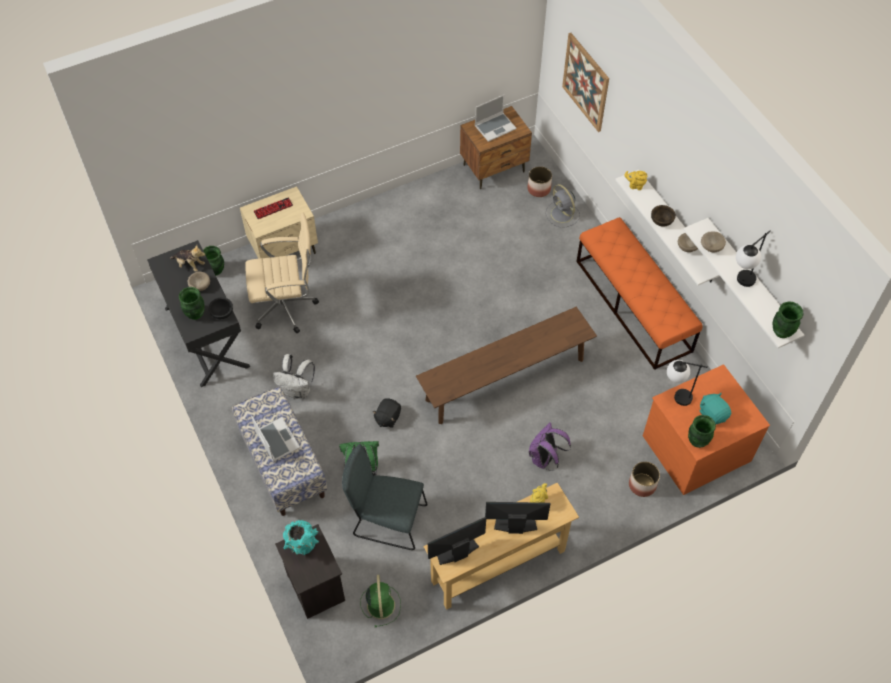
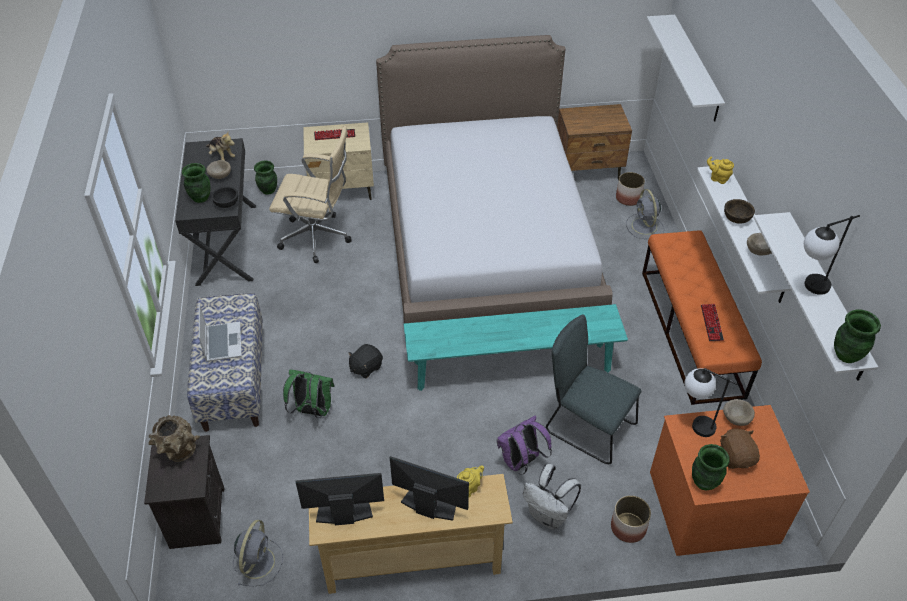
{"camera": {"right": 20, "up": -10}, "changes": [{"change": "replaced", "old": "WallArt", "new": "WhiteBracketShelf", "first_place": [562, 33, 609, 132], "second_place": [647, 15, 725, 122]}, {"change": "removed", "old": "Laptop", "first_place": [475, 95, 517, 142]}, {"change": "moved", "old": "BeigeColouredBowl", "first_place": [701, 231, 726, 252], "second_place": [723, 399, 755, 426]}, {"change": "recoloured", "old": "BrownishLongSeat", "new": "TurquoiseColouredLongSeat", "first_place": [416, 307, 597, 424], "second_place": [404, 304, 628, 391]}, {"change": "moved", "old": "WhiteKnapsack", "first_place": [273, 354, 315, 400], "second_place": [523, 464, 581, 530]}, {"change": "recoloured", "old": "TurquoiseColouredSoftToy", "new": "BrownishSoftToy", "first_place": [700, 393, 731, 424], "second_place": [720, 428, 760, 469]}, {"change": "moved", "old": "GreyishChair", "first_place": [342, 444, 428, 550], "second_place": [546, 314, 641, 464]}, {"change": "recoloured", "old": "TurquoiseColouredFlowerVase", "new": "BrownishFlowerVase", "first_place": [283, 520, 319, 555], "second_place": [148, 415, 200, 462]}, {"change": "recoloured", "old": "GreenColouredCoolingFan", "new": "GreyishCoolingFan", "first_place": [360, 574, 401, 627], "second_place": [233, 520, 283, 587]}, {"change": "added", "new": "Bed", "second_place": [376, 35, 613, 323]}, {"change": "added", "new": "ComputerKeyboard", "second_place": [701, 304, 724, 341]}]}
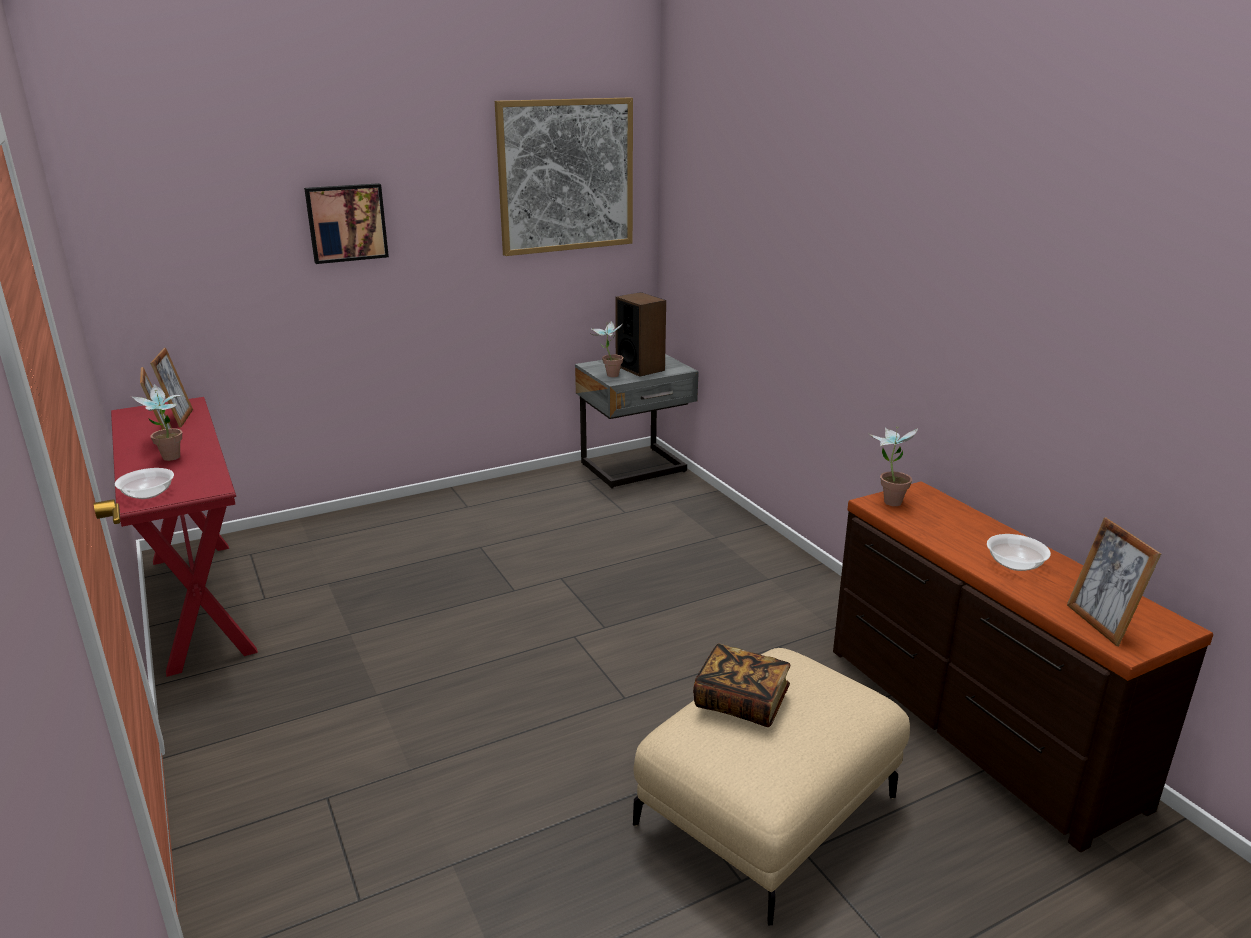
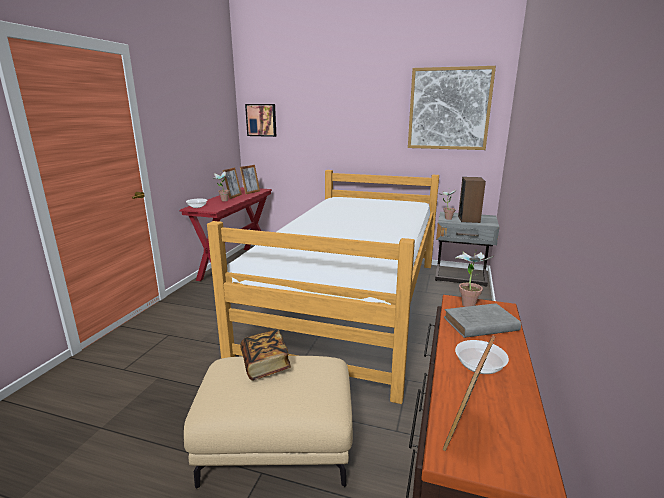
{"camera": {"right": 45, "up": -5}, "changes": [{"change": "moved", "old": "WallArt", "first_place": [304, 183, 389, 264], "second_place": [245, 104, 276, 137]}, {"change": "added", "new": "Bed", "second_place": [207, 170, 439, 404]}, {"change": "added", "new": "GreyishBoundBook", "second_place": [444, 303, 521, 338]}]}
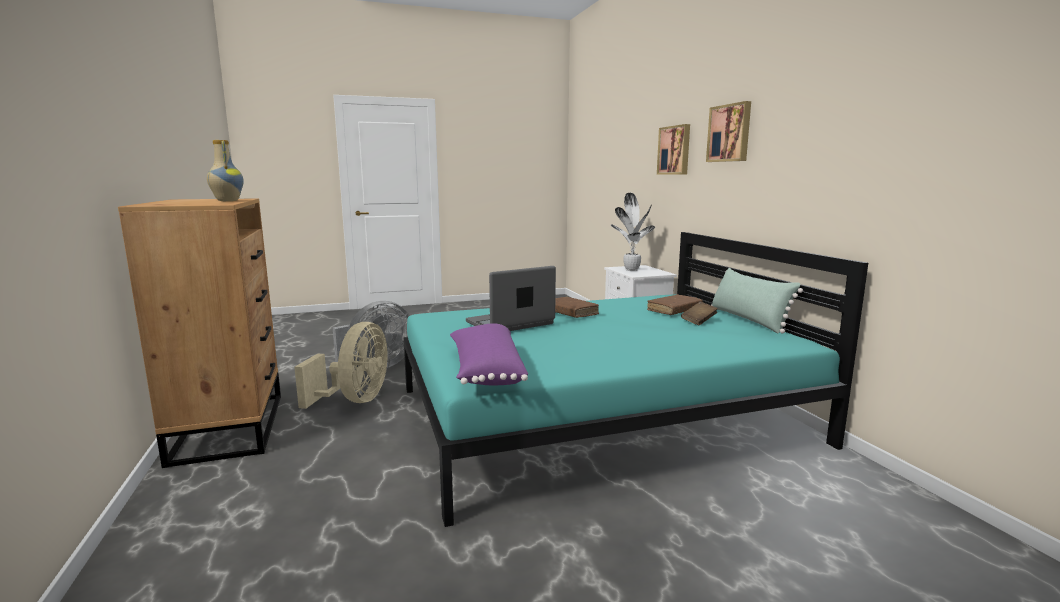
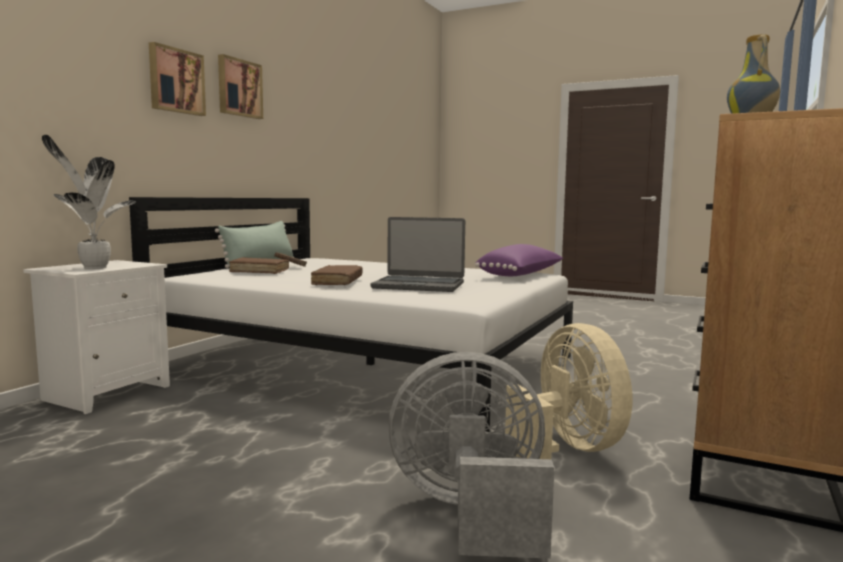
{"camera": {"right": -135, "up": -5}, "changes": [{"change": "moved", "old": "WallArt", "first_place": [657, 124, 690, 174], "second_place": [218, 54, 263, 119]}, {"change": "recoloured", "old": "TurquoiseColouredBed", "new": "WhiteBed", "first_place": [403, 232, 868, 527], "second_place": [129, 197, 573, 432]}, {"change": "turned", "old": "BeigeColouredCoolingFan", "first_place": [294, 322, 388, 409], "second_place": [505, 323, 632, 459], "degrees": 105}]}
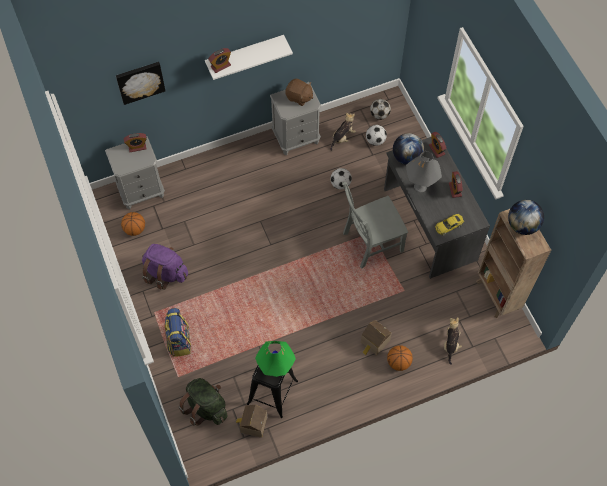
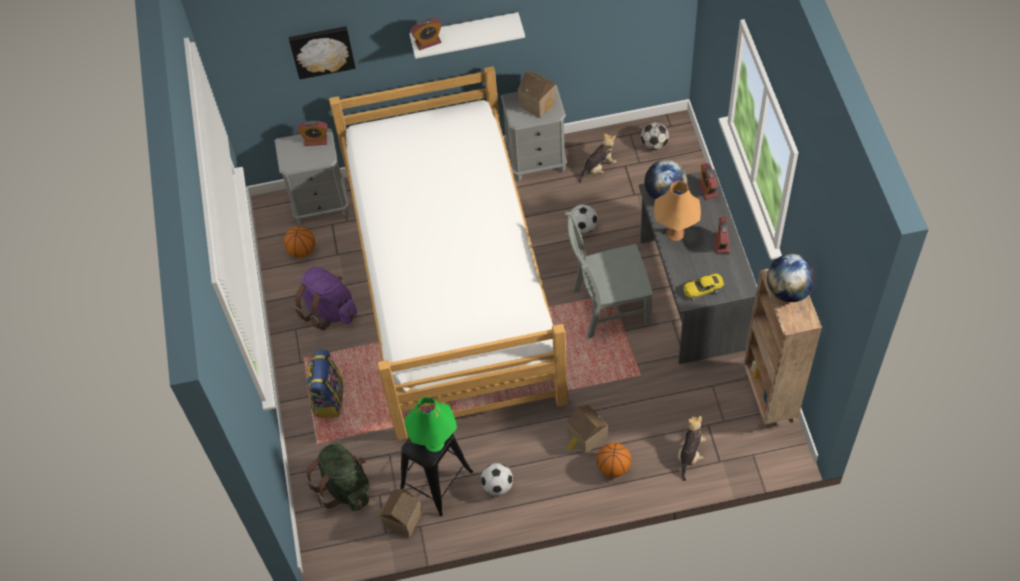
{"camera": {"right": 15, "up": -5}, "changes": [{"change": "replaced", "old": "BrownishSoftToy", "new": "ModelHouse", "first_place": [285, 78, 313, 106], "second_place": [518, 71, 556, 118]}, {"change": "moved", "old": "BallForFootball", "first_place": [366, 125, 387, 146], "second_place": [481, 463, 513, 496]}, {"change": "recoloured", "old": "GreyishTableLamp", "new": "OrangeColouredTableLamp", "first_place": [406, 151, 442, 192], "second_place": [654, 181, 701, 241]}, {"change": "added", "new": "Bed", "second_place": [329, 66, 568, 440]}]}
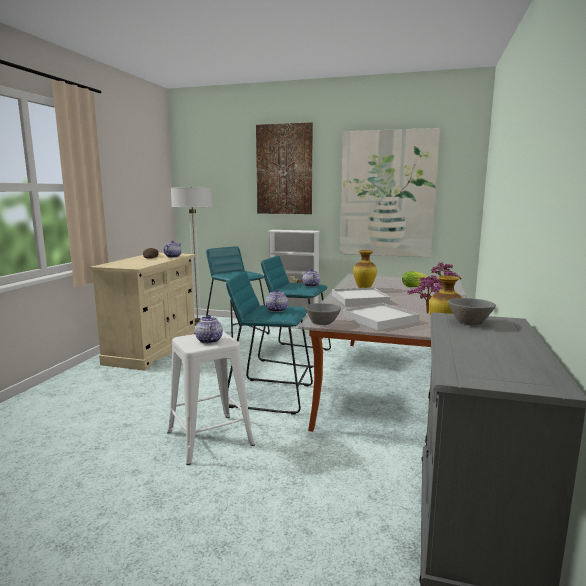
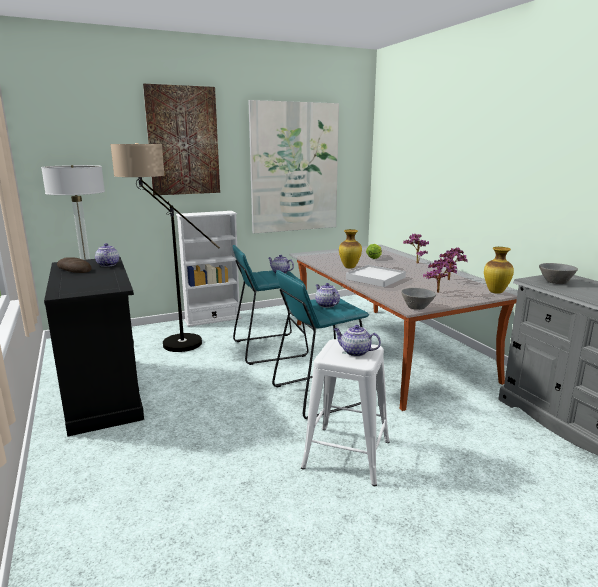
{"camera": {"right": -40, "up": 5}, "changes": [{"change": "replaced", "old": "TurquoiseColouredStoolSeat", "new": "FloorLamp", "first_place": [206, 246, 270, 338], "second_place": [111, 143, 220, 352]}, {"change": "recoloured", "old": "BeigeColouredCabinet", "new": "BlackCabinet", "first_place": [90, 253, 195, 370], "second_place": [44, 257, 144, 437]}, {"change": "replaced", "old": "WhiteTray", "new": "PlantInAPot", "first_place": [343, 303, 420, 330], "second_place": [423, 257, 457, 293]}]}
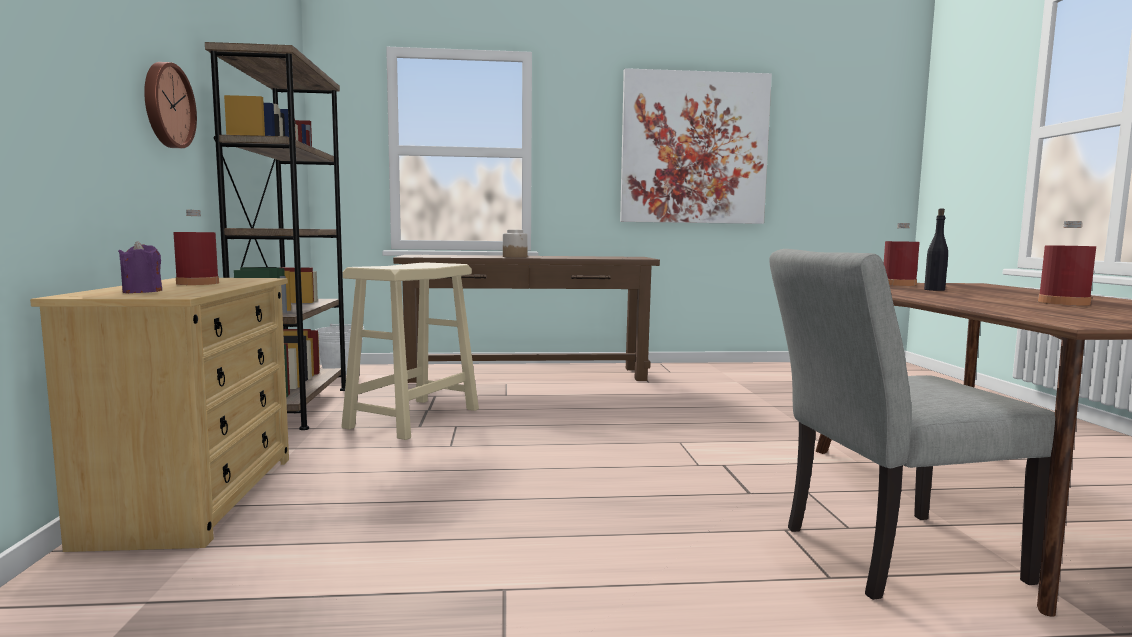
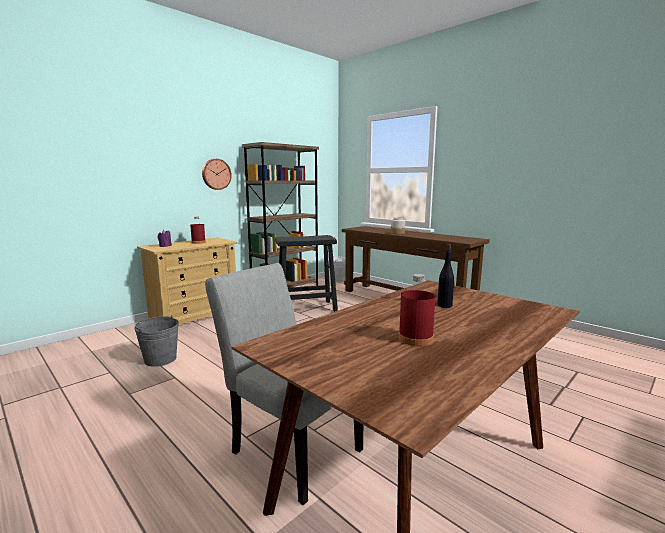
{"camera": {"right": 50, "up": 5}, "changes": [{"change": "removed", "old": "WallArt", "first_place": [620, 68, 772, 224]}, {"change": "removed", "old": "ReddishBeverageBottle", "first_place": [884, 223, 920, 286]}, {"change": "recoloured", "old": "BeigeColouredStoolSeat", "new": "BlackStoolSeat", "first_place": [341, 263, 479, 440], "second_place": [275, 235, 338, 312]}, {"change": "added", "new": "GreyishBucket", "second_place": [134, 316, 179, 367]}]}
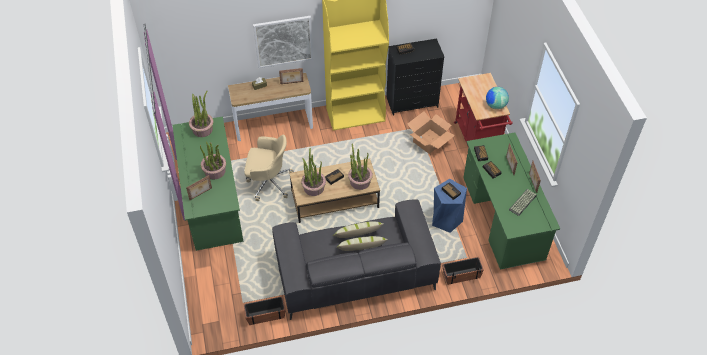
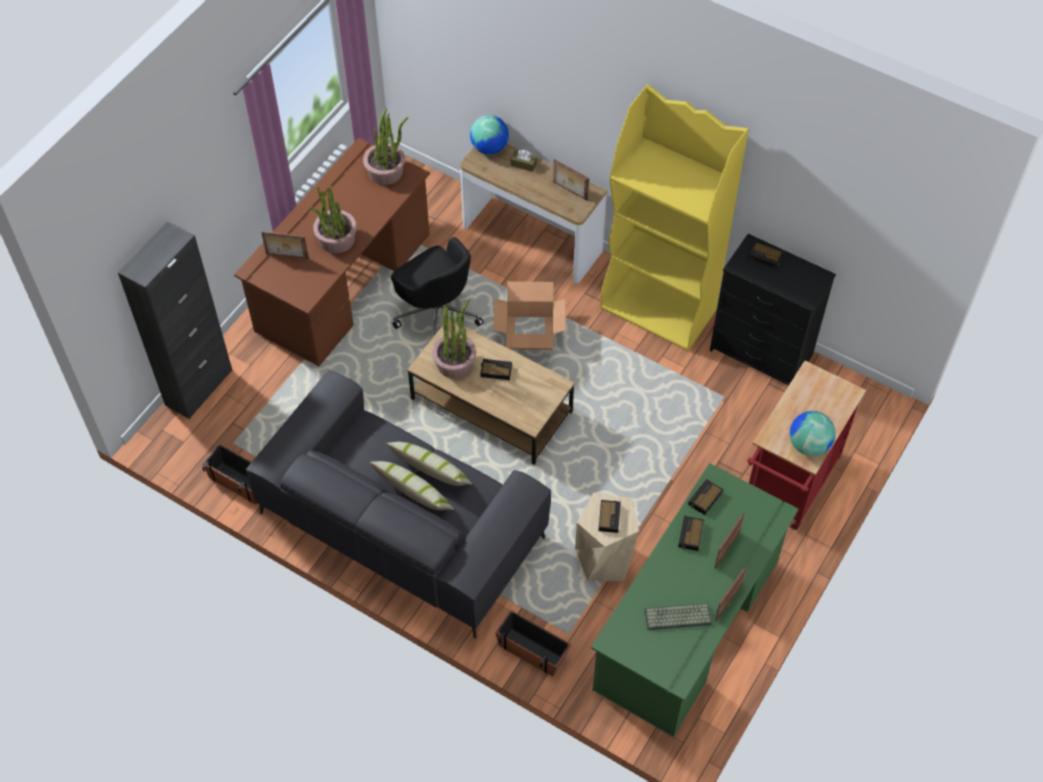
{"camera": {"right": 45, "up": 5}, "changes": [{"change": "removed", "old": "WallArt", "first_place": [253, 16, 313, 68]}, {"change": "moved", "old": "CardboardBox", "first_place": [407, 112, 455, 154], "second_place": [493, 281, 566, 350]}, {"change": "recoloured", "old": "GreenColouredDesk", "new": "BrownishDesk", "first_place": [173, 116, 244, 251], "second_place": [234, 138, 430, 366]}, {"change": "recoloured", "old": "BeigeColouredComputerChair", "new": "BlackComputerChair", "first_place": [244, 134, 294, 201], "second_place": [390, 237, 484, 338]}, {"change": "removed", "old": "PlantInAPot", "first_place": [348, 144, 373, 190]}, {"change": "recoloured", "old": "BluishStoolSeat", "new": "BeigeColouredStoolSeat", "first_place": [432, 179, 467, 233], "second_place": [575, 493, 639, 581]}, {"change": "added", "new": "WorldGlobe", "second_place": [470, 115, 509, 155]}, {"change": "added", "new": "BlackCabinet", "second_place": [118, 221, 232, 419]}]}
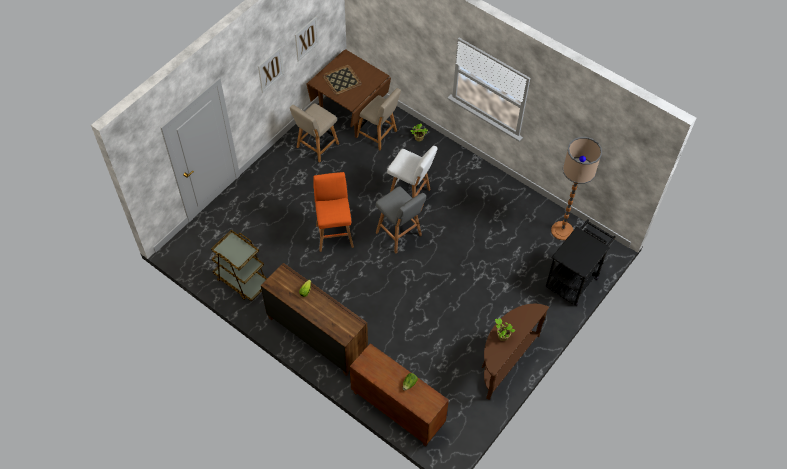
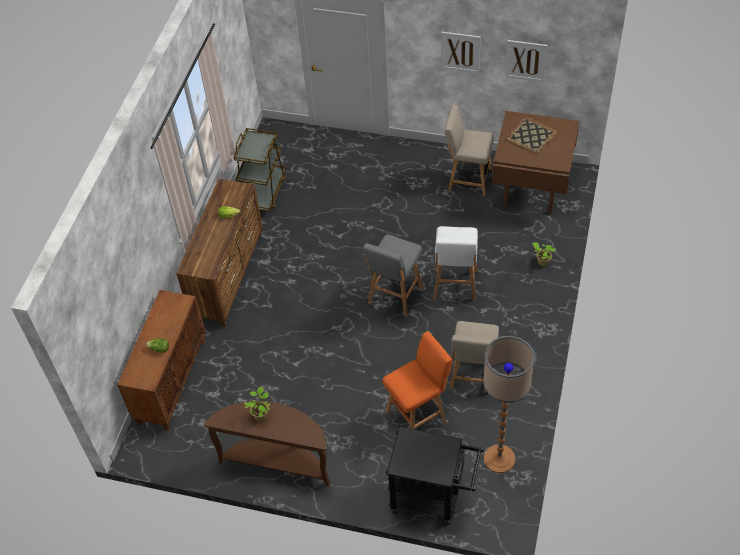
{"camera": {"right": 70, "up": -5}, "changes": [{"change": "moved", "old": "BeigeColouredChair", "first_place": [357, 88, 401, 150], "second_place": [450, 321, 499, 389]}, {"change": "moved", "old": "OrangeColouredStoolSeat", "first_place": [313, 172, 354, 252], "second_place": [382, 331, 453, 429]}]}
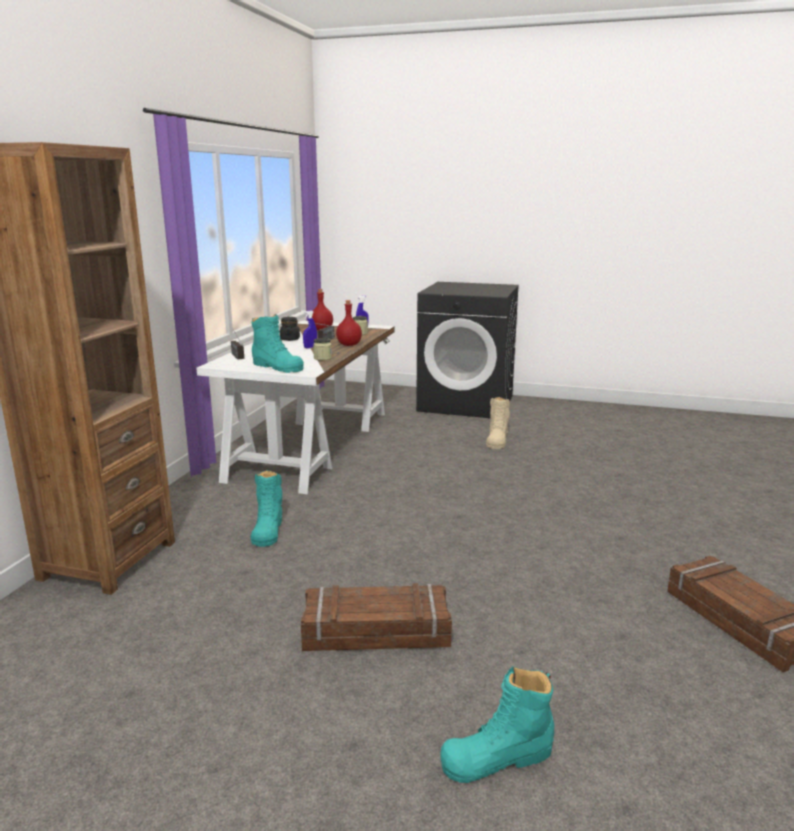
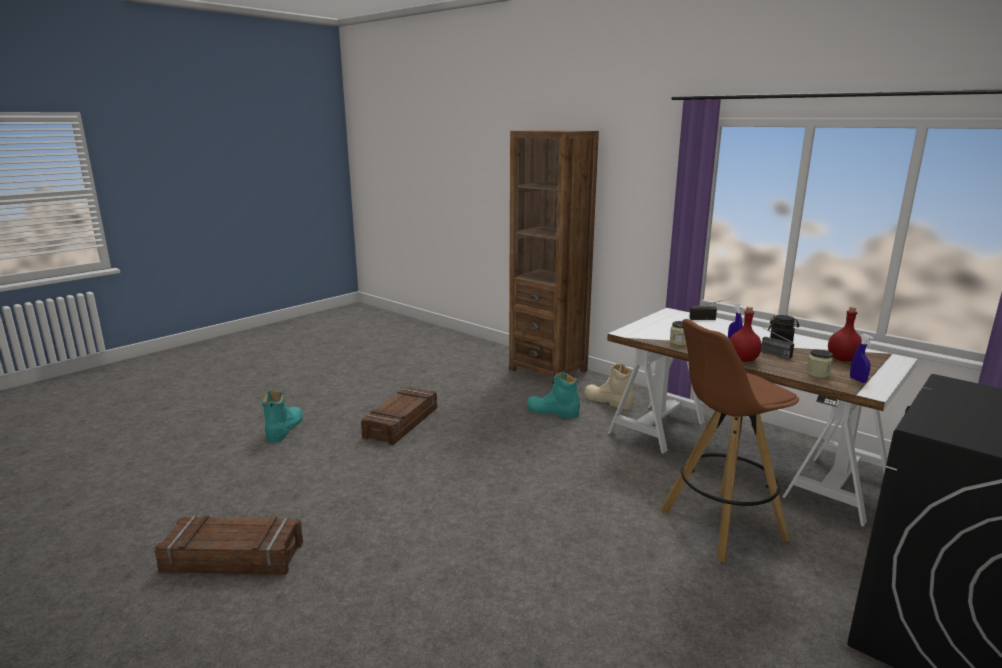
{"camera": {"right": 115, "up": 0}, "changes": [{"change": "removed", "old": "TurquoiseColouredHighTopBoot", "first_place": [251, 314, 304, 373]}, {"change": "moved", "old": "BeigeColouredHighTopBoot", "first_place": [486, 397, 510, 449], "second_place": [585, 364, 634, 409]}, {"change": "added", "new": "BrownishStoolSeat", "second_place": [661, 319, 799, 563]}]}
